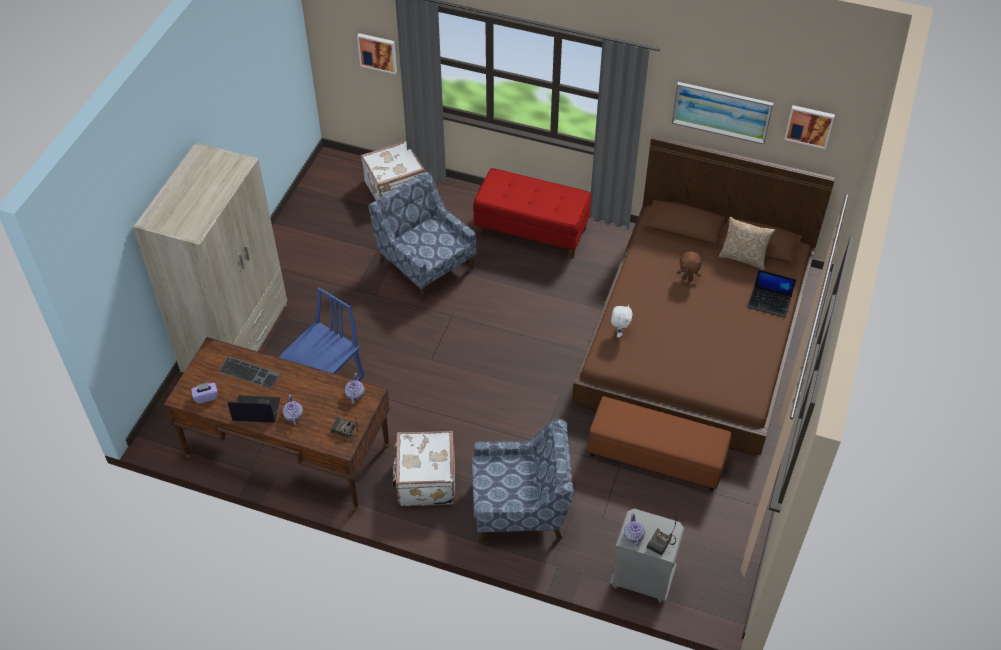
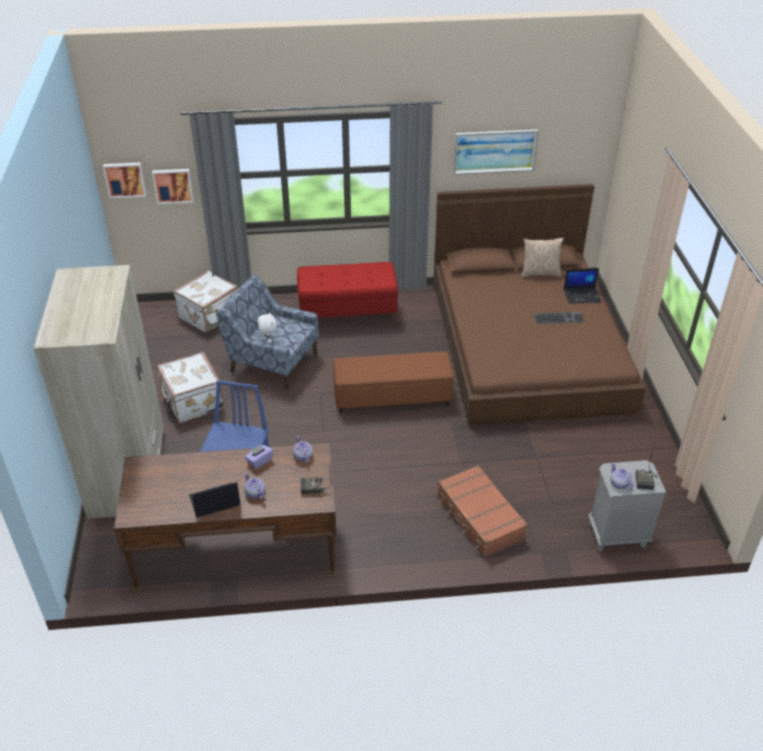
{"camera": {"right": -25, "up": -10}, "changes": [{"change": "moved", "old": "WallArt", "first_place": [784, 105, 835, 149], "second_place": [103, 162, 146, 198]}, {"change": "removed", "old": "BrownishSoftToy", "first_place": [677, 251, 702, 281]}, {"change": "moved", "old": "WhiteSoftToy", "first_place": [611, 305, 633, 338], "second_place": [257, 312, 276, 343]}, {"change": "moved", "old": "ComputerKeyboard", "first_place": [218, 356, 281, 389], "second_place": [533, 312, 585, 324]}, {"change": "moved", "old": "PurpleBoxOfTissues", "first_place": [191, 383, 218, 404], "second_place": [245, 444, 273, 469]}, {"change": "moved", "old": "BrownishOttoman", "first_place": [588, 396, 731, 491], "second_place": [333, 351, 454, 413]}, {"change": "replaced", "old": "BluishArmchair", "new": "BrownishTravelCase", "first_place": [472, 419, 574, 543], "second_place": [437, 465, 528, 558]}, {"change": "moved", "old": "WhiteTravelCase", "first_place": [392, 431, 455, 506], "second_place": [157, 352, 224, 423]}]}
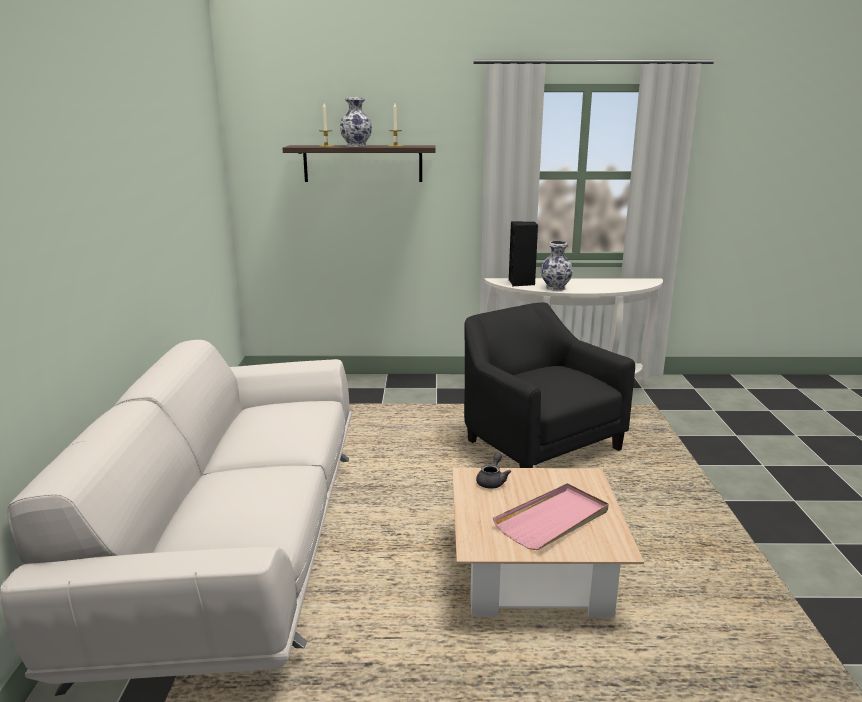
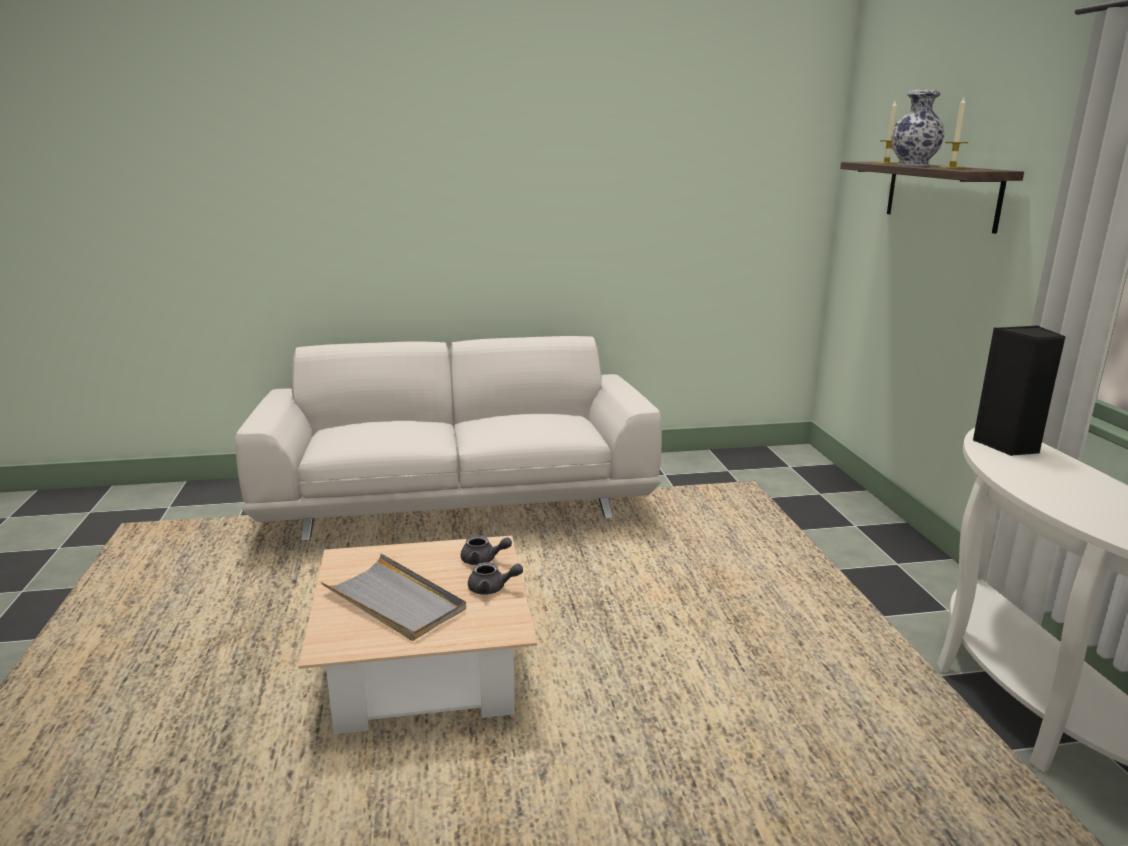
{"camera": {"right": 80, "up": 0}, "changes": [{"change": "removed", "old": "FlowerVase", "first_place": [540, 241, 573, 291]}, {"change": "removed", "old": "BlackArmchair", "first_place": [464, 302, 635, 468]}, {"change": "recoloured", "old": "PinkColouredTray", "new": "GreyishTray", "first_place": [493, 483, 609, 550], "second_place": [321, 553, 466, 641]}, {"change": "added", "new": "GreyishTeaPot", "second_place": [468, 562, 523, 595]}]}
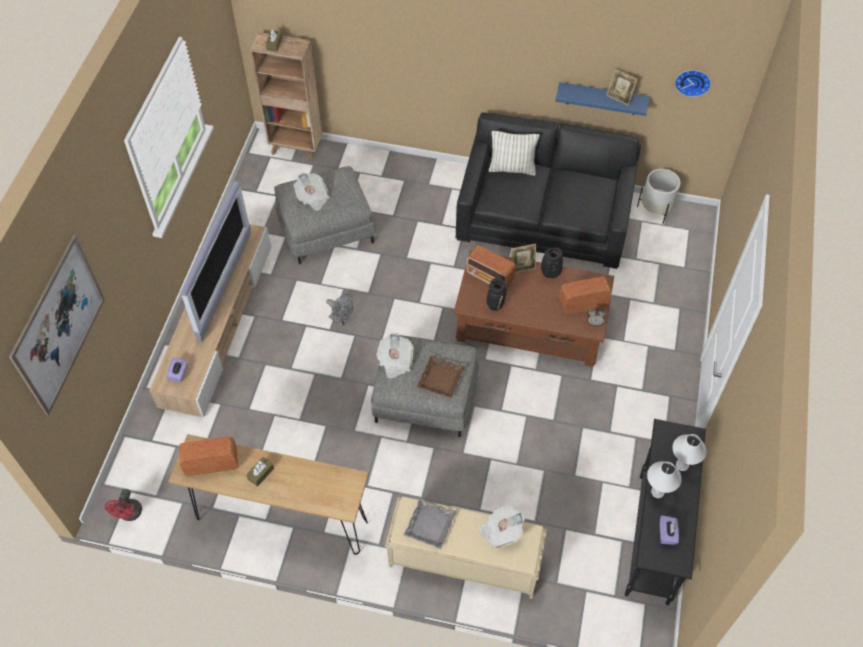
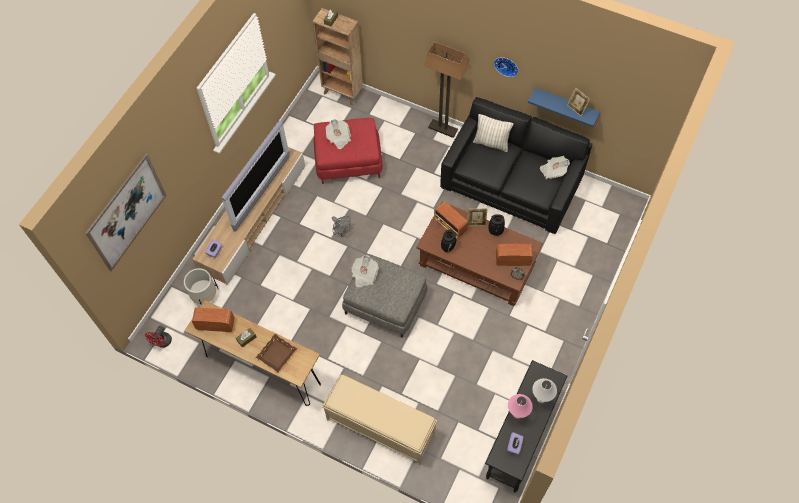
{"camera": {"right": 15, "up": 5}, "changes": [{"change": "moved", "old": "ClockOnTheWall", "first_place": [675, 70, 711, 97], "second_place": [494, 57, 518, 77]}, {"change": "recoloured", "old": "GreyishOttoman", "new": "ReddishOttoman", "first_place": [274, 166, 376, 264], "second_place": [313, 118, 383, 184]}, {"change": "moved", "old": "WhitePlanter", "first_place": [637, 169, 681, 224], "second_place": [184, 268, 218, 305]}, {"change": "moved", "old": "BrownishTray", "first_place": [417, 356, 465, 398], "second_place": [256, 334, 297, 372]}, {"change": "recoloured", "old": "WhiteTableLamp", "new": "PinkColouredTableLamp", "first_place": [647, 461, 682, 498], "second_place": [508, 394, 533, 419]}, {"change": "removed", "old": "GreyishTray", "first_place": [404, 498, 456, 549]}, {"change": "moved", "old": "Newspaper", "first_place": [478, 505, 525, 549], "second_place": [540, 156, 570, 179]}, {"change": "added", "new": "FloorLamp", "second_place": [424, 42, 469, 138]}]}
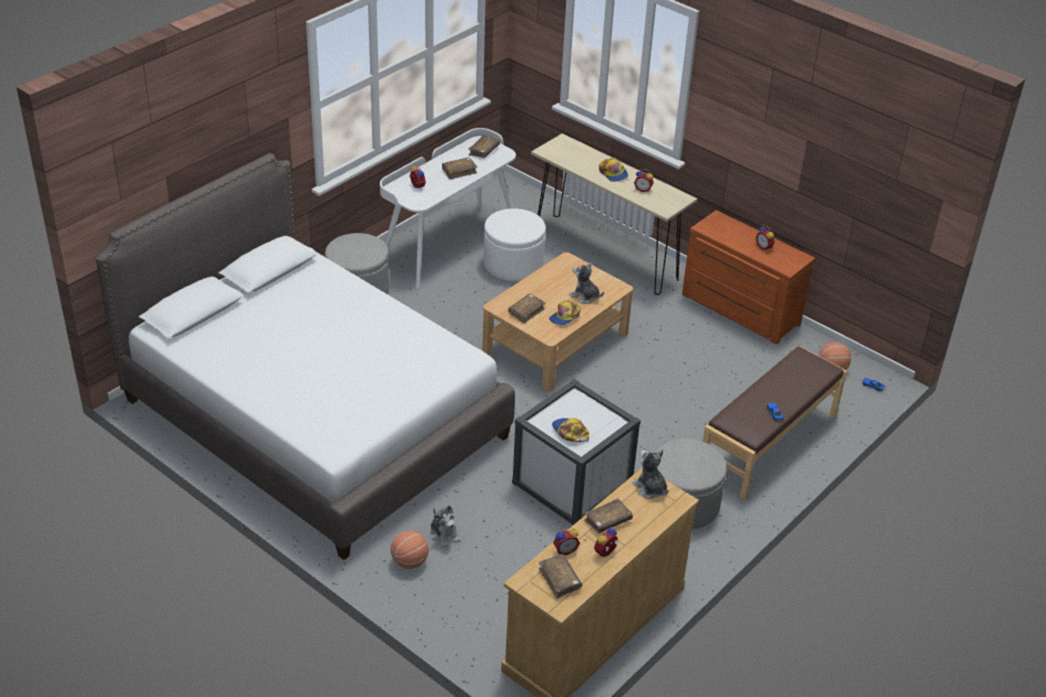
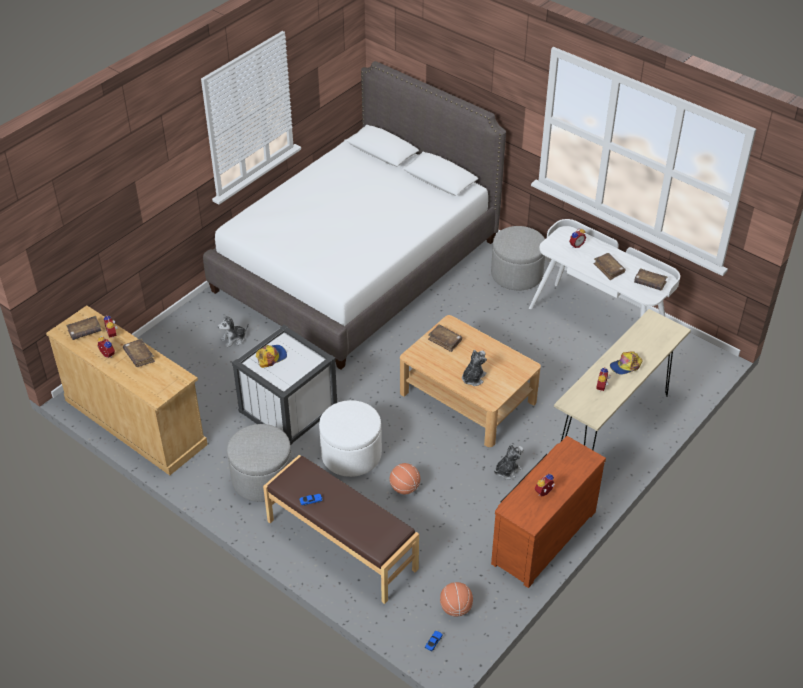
{"camera": {"right": 90, "up": 5}, "changes": [{"change": "moved", "old": "WhiteOttoman", "first_place": [484, 209, 546, 281], "second_place": [319, 400, 382, 477]}, {"change": "removed", "old": "Cap", "first_place": [549, 300, 581, 325]}, {"change": "moved", "old": "SoftToy", "first_place": [632, 450, 669, 499], "second_place": [494, 444, 523, 480]}, {"change": "moved", "old": "BasketballBall", "first_place": [391, 531, 429, 569], "second_place": [390, 463, 420, 495]}]}
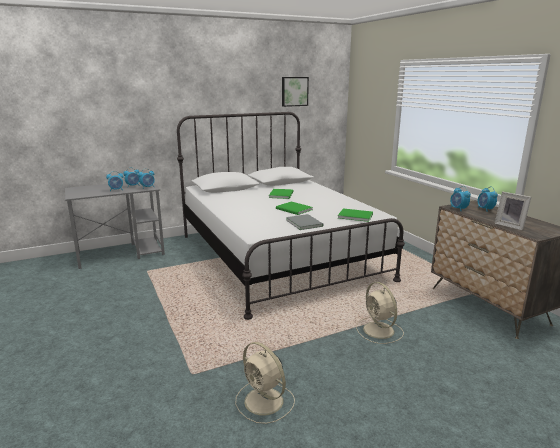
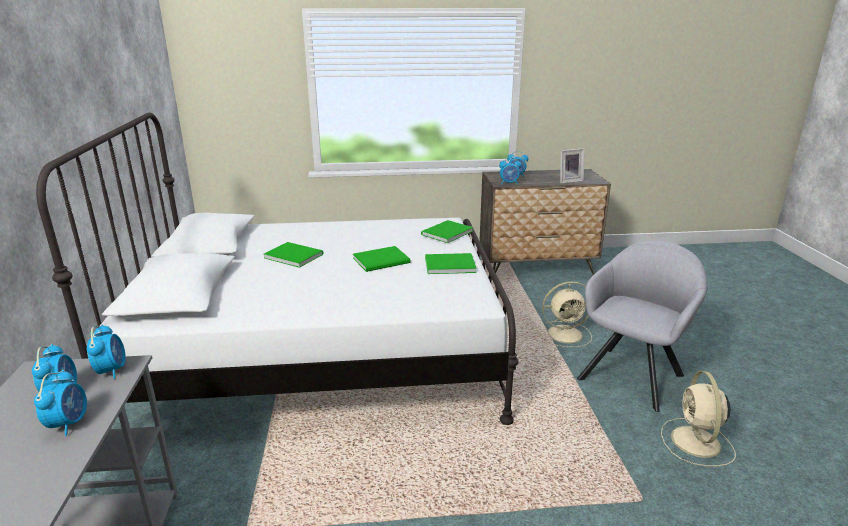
{"camera": {"right": -70, "up": 5}, "changes": [{"change": "removed", "old": "WallArt", "first_place": [282, 77, 309, 107]}, {"change": "recoloured", "old": "GreyishBoundBook", "new": "GreenColouredBoundBook", "first_place": [286, 214, 324, 230], "second_place": [425, 253, 477, 274]}, {"change": "turned", "old": "BeigeColouredCoolingFan", "first_place": [235, 342, 295, 424], "second_place": [661, 371, 736, 467], "degrees": 120}, {"change": "added", "new": "GreyishArmchair", "second_place": [577, 241, 708, 412]}]}
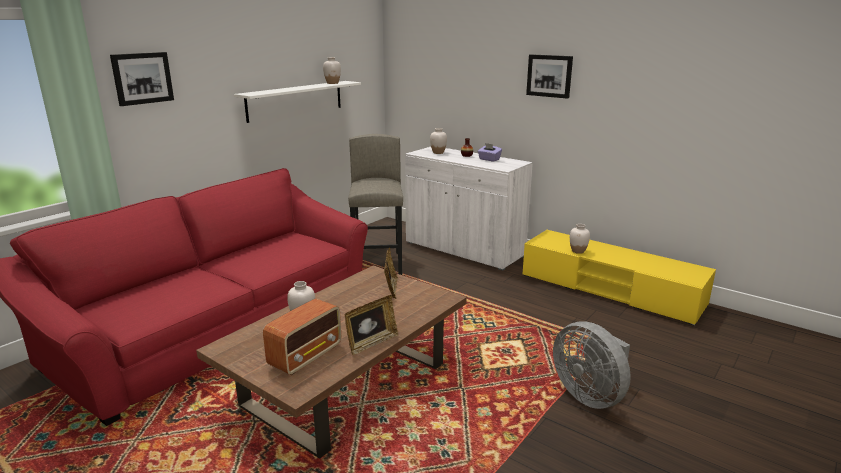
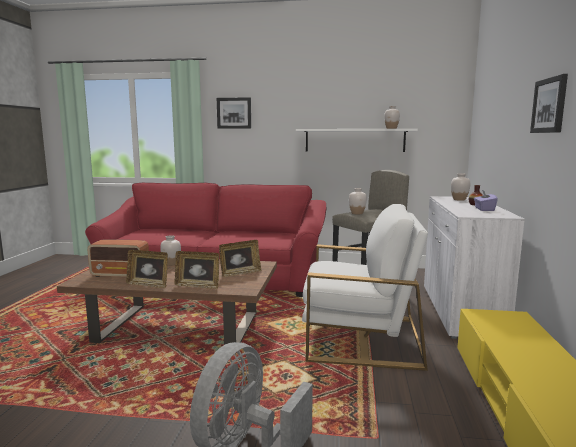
{"camera": {"right": 60, "up": -10}, "changes": [{"change": "moved", "old": "WhiteFlowerVase", "first_place": [570, 224, 590, 254], "second_place": [349, 188, 367, 214]}, {"change": "added", "new": "WhiteArmchair", "second_place": [302, 204, 428, 371]}, {"change": "added", "new": "StandingFrame", "second_place": [174, 251, 219, 289]}]}
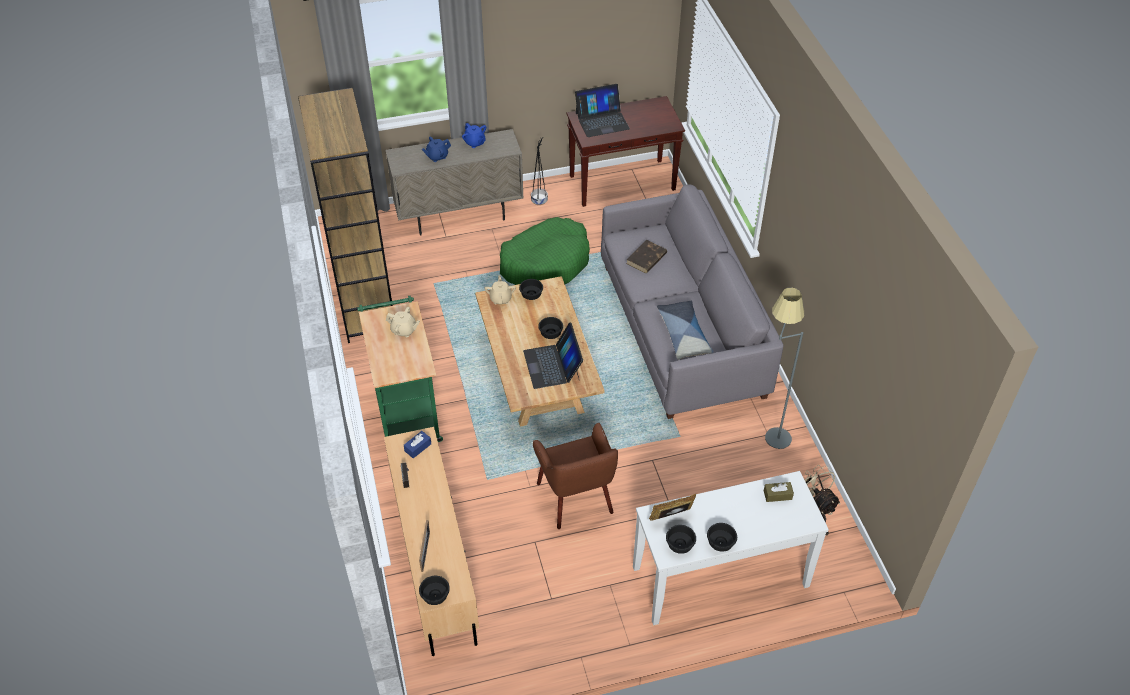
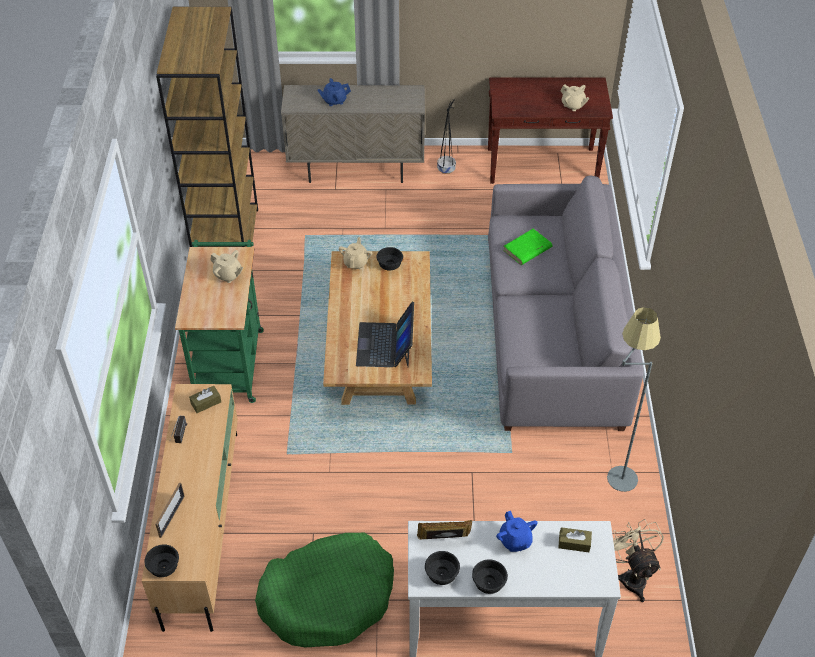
{"camera": {"right": 15, "up": 0}, "changes": [{"change": "removed", "old": "Laptop", "first_place": [575, 84, 630, 137]}, {"change": "moved", "old": "BluishTeaPot", "first_place": [462, 123, 486, 148], "second_place": [496, 511, 537, 552]}, {"change": "moved", "old": "GreenColouredDogCushion", "first_place": [500, 217, 590, 285], "second_place": [255, 532, 394, 648]}, {"change": "recoloured", "old": "BrownishBoundBook", "new": "GreenColouredBoundBook", "first_place": [626, 240, 667, 273], "second_place": [503, 229, 552, 265]}, {"change": "removed", "old": "Cushion", "first_place": [657, 301, 714, 359]}, {"change": "removed", "old": "BlackBowl", "first_place": [538, 317, 563, 339]}, {"change": "removed", "old": "BrownishArmchair", "first_place": [533, 423, 618, 529]}, {"change": "recoloured", "old": "BluishBoxOfTissues", "new": "BrownishBoxOfTissues", "first_place": [404, 431, 431, 458], "second_place": [189, 386, 221, 413]}, {"change": "added", "new": "BeigeColouredTeaPot", "second_place": [561, 84, 590, 111]}]}
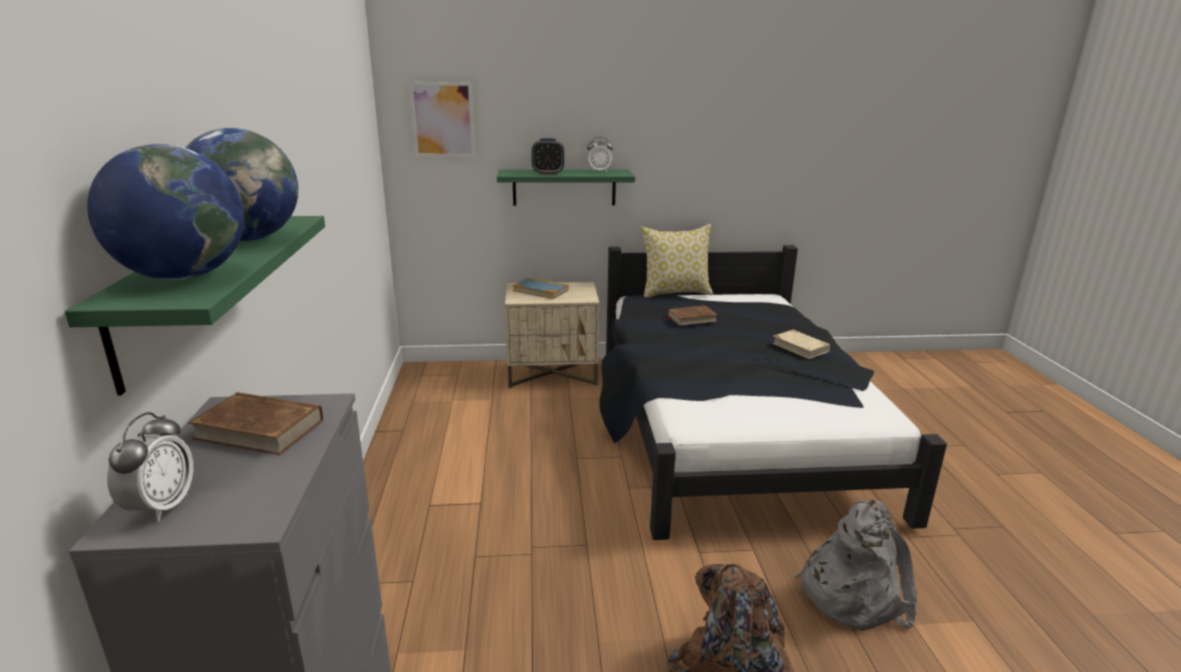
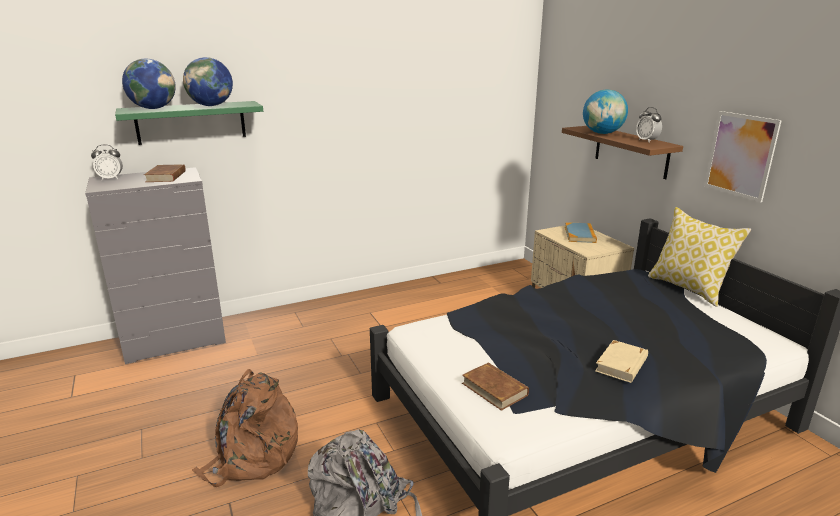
{"camera": {"right": 70, "up": 0}, "changes": [{"change": "moved", "old": "WallArt", "first_place": [409, 82, 475, 157], "second_place": [704, 111, 782, 202]}, {"change": "replaced", "old": "BedsideClock", "new": "WorldGlobe", "first_place": [531, 138, 565, 175], "second_place": [583, 89, 628, 134]}, {"change": "recoloured", "old": "GreenColouredBracketShelf", "new": "BrownishBracketShelf", "first_place": [497, 169, 635, 206], "second_place": [562, 126, 683, 179]}, {"change": "moved", "old": "BrownishBoundBook", "first_place": [664, 305, 718, 326], "second_place": [462, 363, 529, 411]}]}
